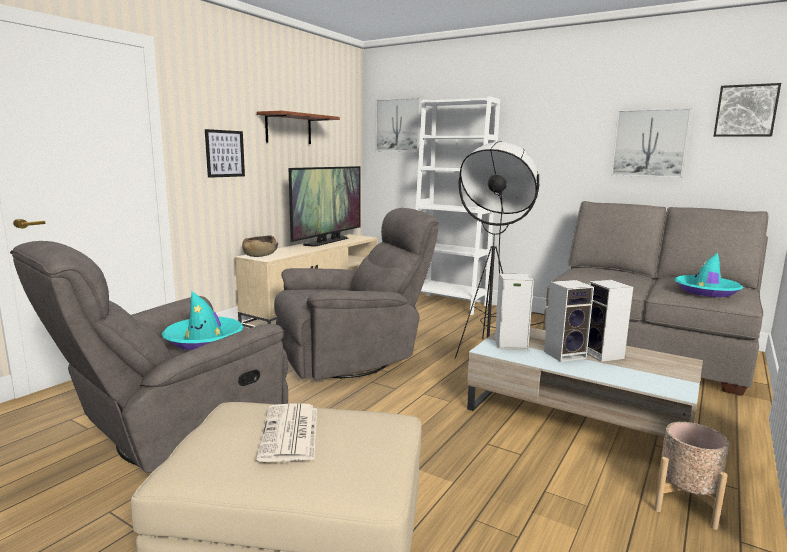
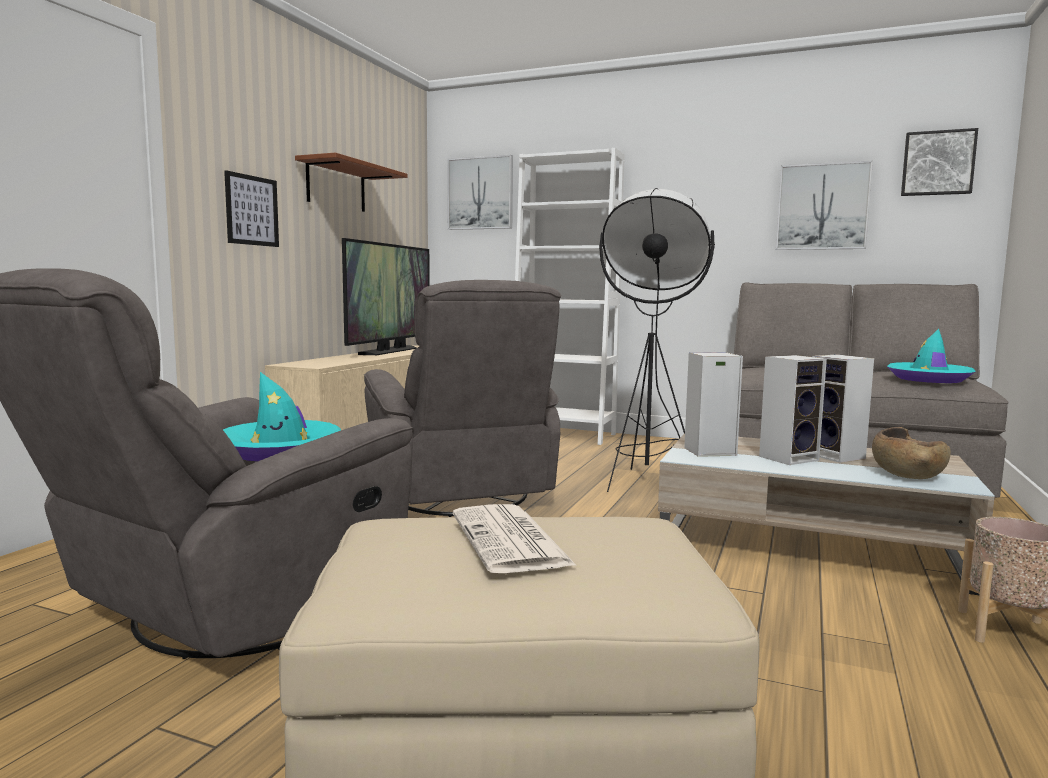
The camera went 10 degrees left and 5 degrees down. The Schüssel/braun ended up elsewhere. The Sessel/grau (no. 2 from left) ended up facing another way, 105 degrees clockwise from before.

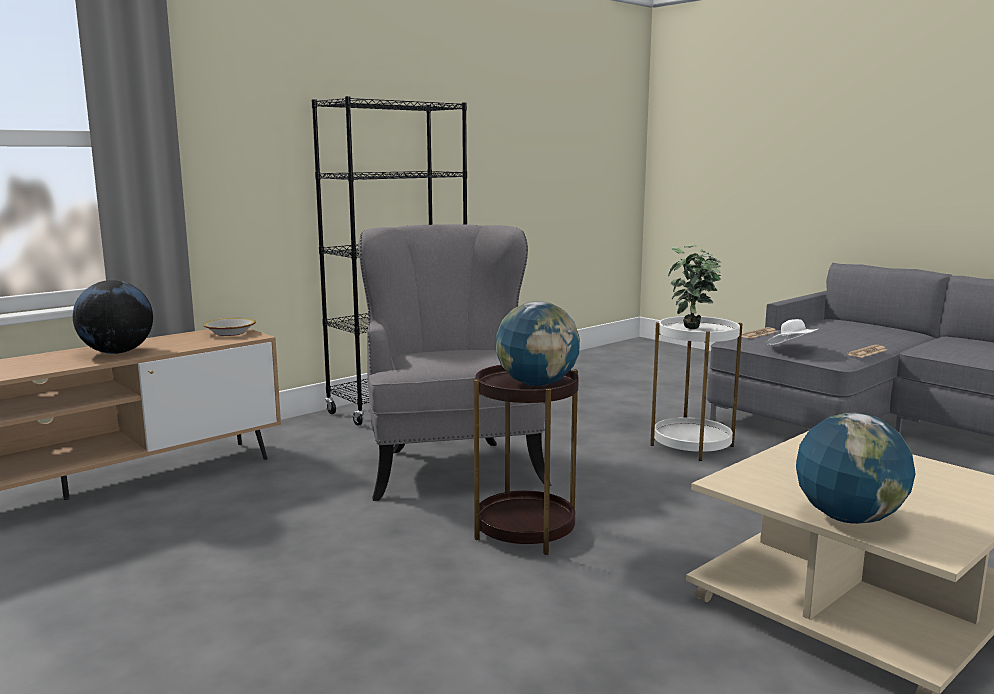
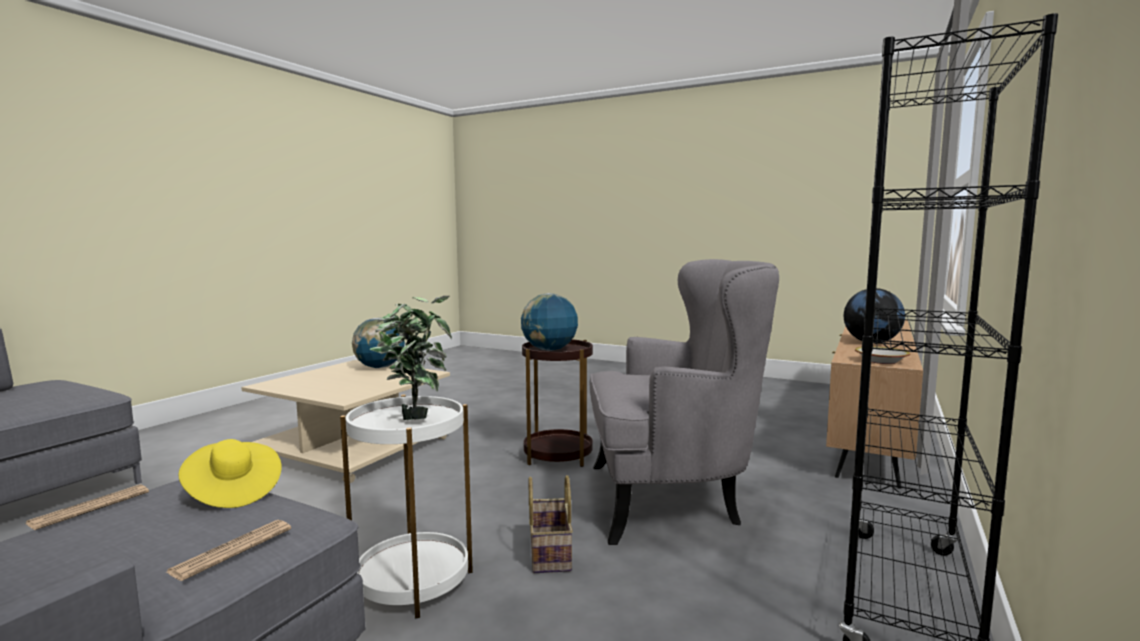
The camera went 160 degrees right and 5 degrees down. The Sessel/grau ended up facing another way, 60 degrees counterclockwise from before. What was the Hut/weiß turned into the Hut/gelb. The second view gained the Korb.

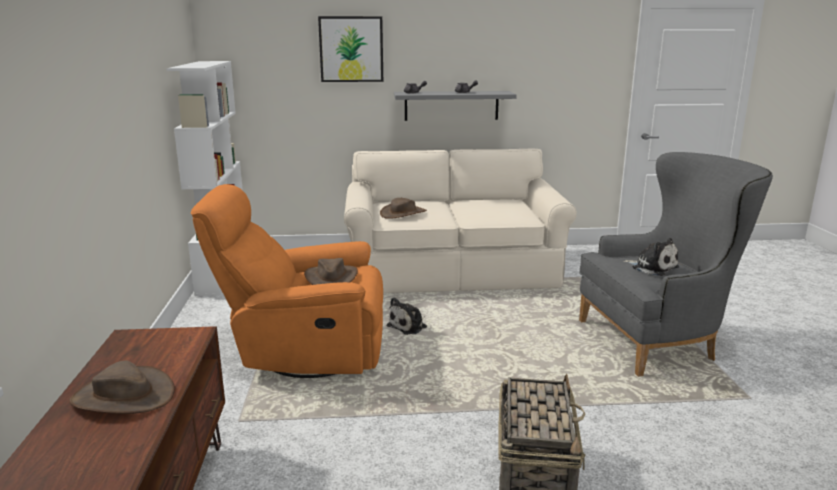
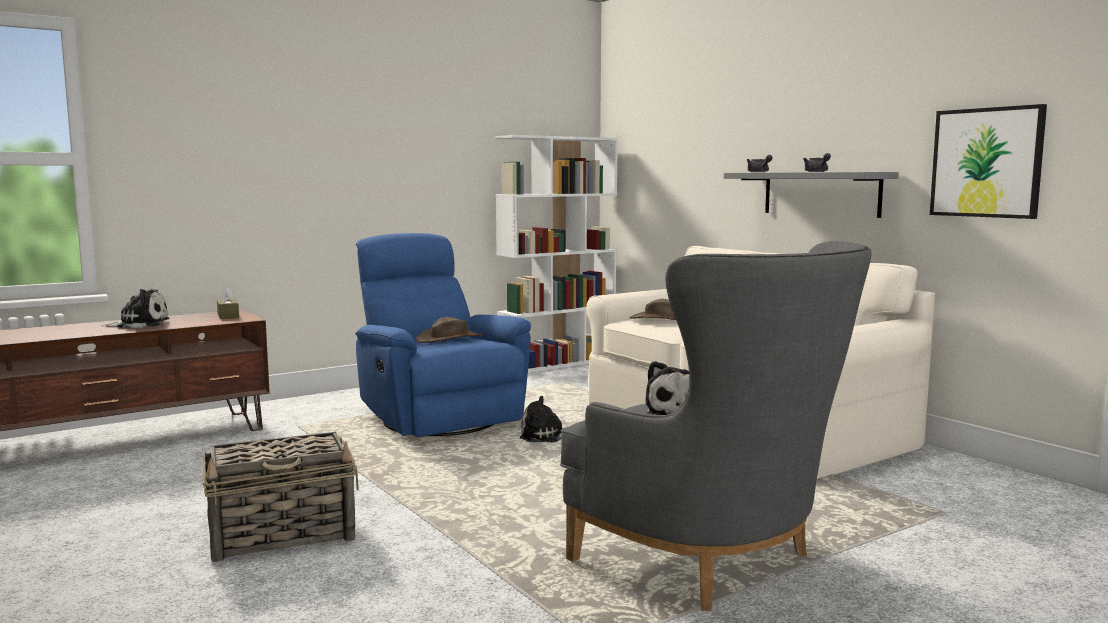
The camera went 60 degrees right and 10 degrees down. Where the Hut/braun (no. 1 from left) stood, the Plüschtier (no. 1 from left) came to stand. What was the Sessel/orange turned into the Sessel/blau. The Bild ended up elsewhere. The second view gained the Taschentuchbox/braun.

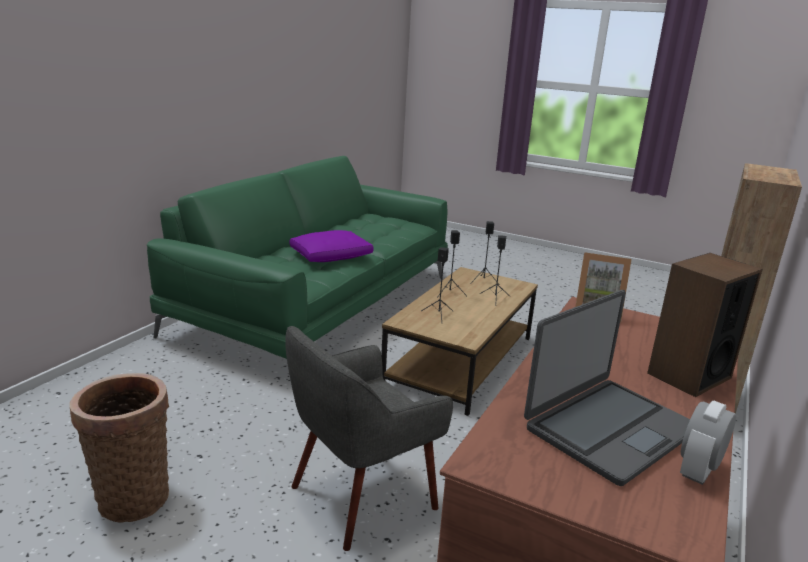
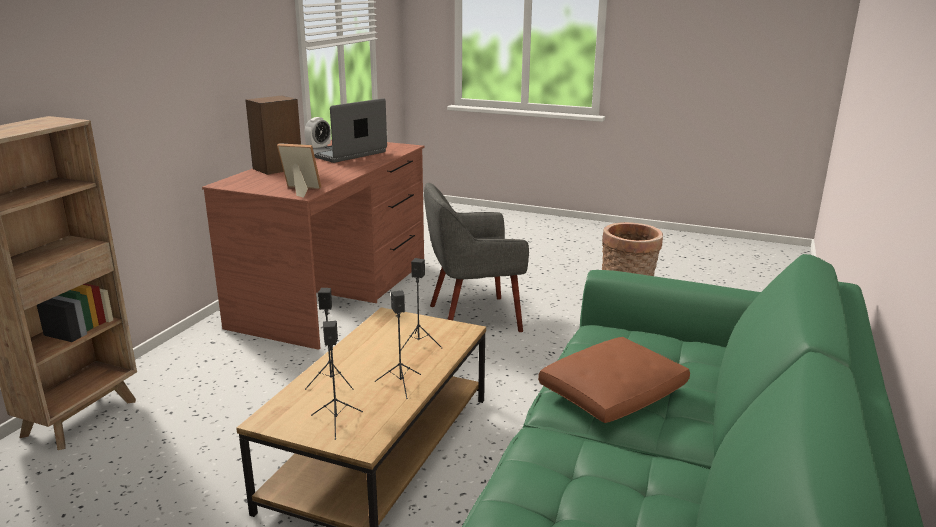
The camera went 175 degrees right and 0 degrees up. The Sessel/grau ended up facing another way, 150 degrees counterclockwise from before. What was the Kissen/lila turned into the Kissen/braun.

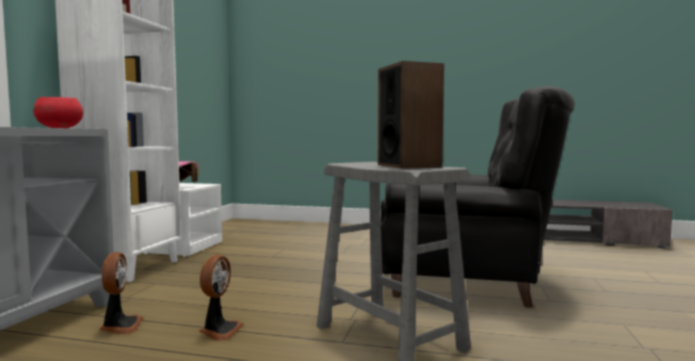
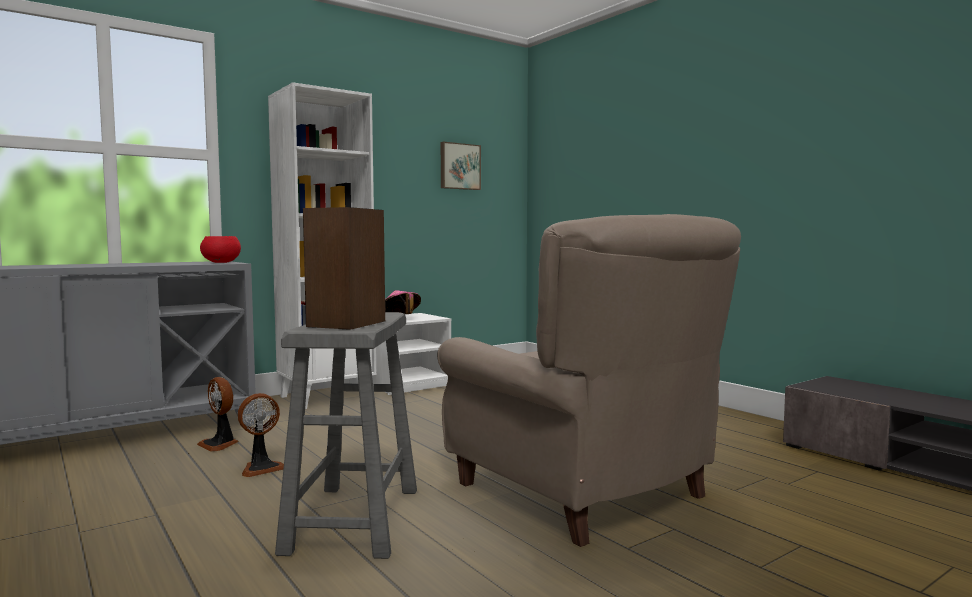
The camera went 40 degrees right and 0 degrees up. The Ventilator (no. 1 from left) ended up facing another way, 105 degrees clockwise from before. What was the Sessel/schwarz turned into the Sessel/beige. The second view gained the Bild.

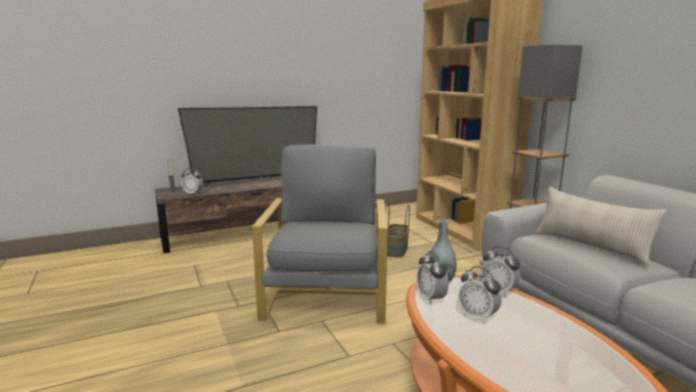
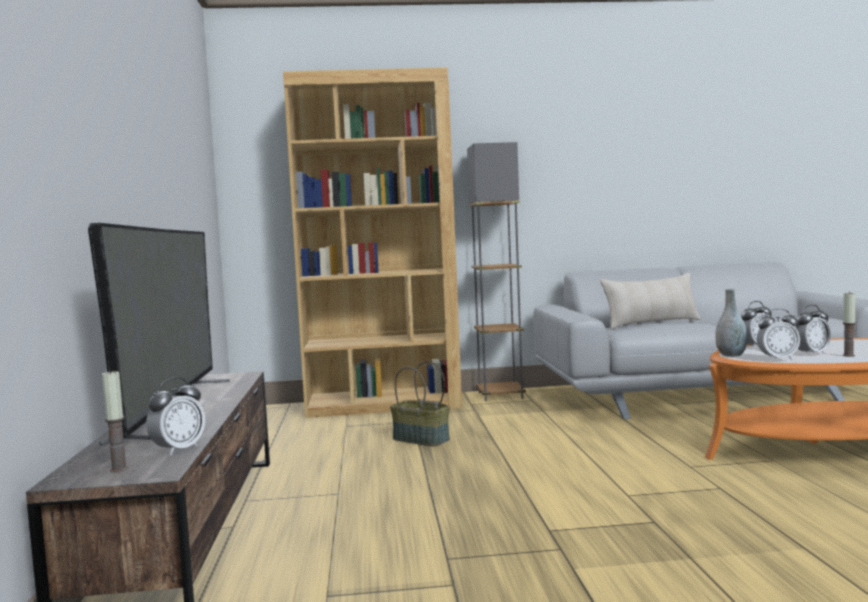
The camera went 70 degrees left and 10 degrees down. The second view lost the Sessel/grau. The second view gained the Kerze (no. 2 from left).

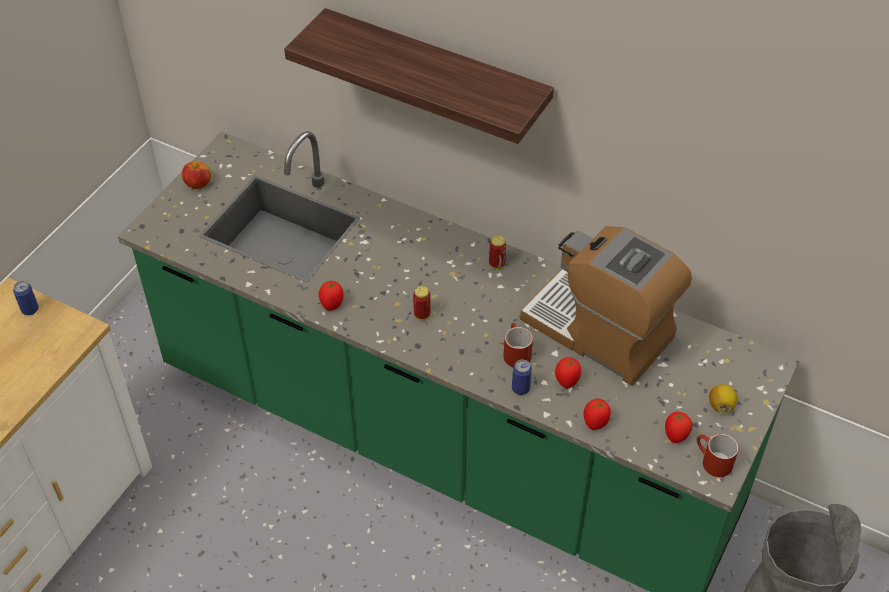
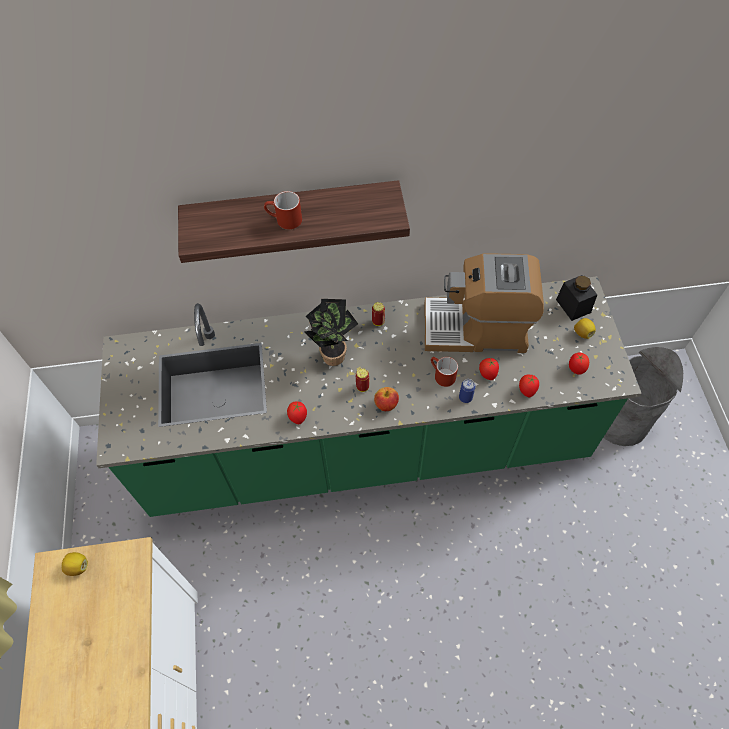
The camera went 35 degrees left and 10 degrees up. Where the Dose (no. 1 from left) stood, the Zitrone (no. 1 from left) came to stand. The Apfel ended up elsewhere. The Henkelbecher/rot (no. 2 from left in the first image) ended up elsewhere. The second view gained the Topfpflanze. The second view gained the Vorratsglas/schwarz.

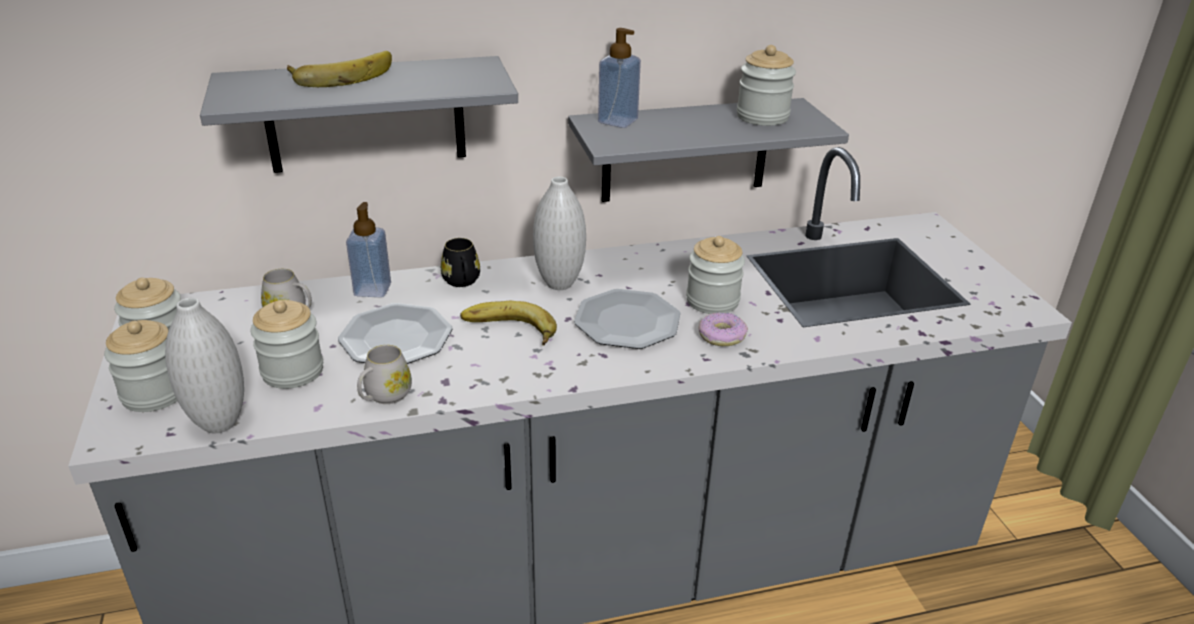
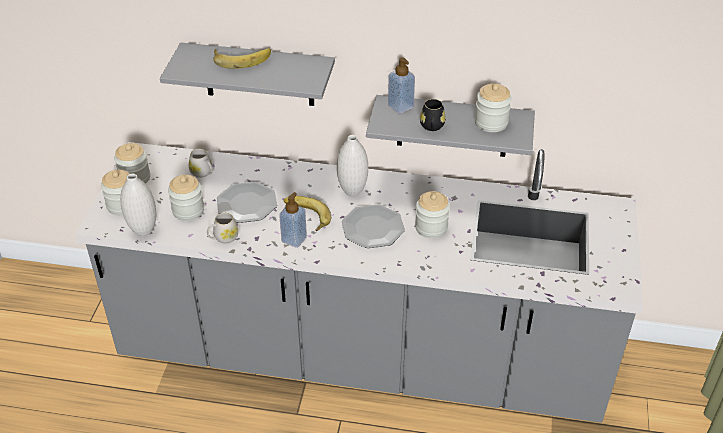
The camera went 25 degrees right and 10 degrees up. The Seifenspender (no. 1 from left) ended up elsewhere. The Henkelbecher/schwarz ended up elsewhere. The second view lost the Donut.

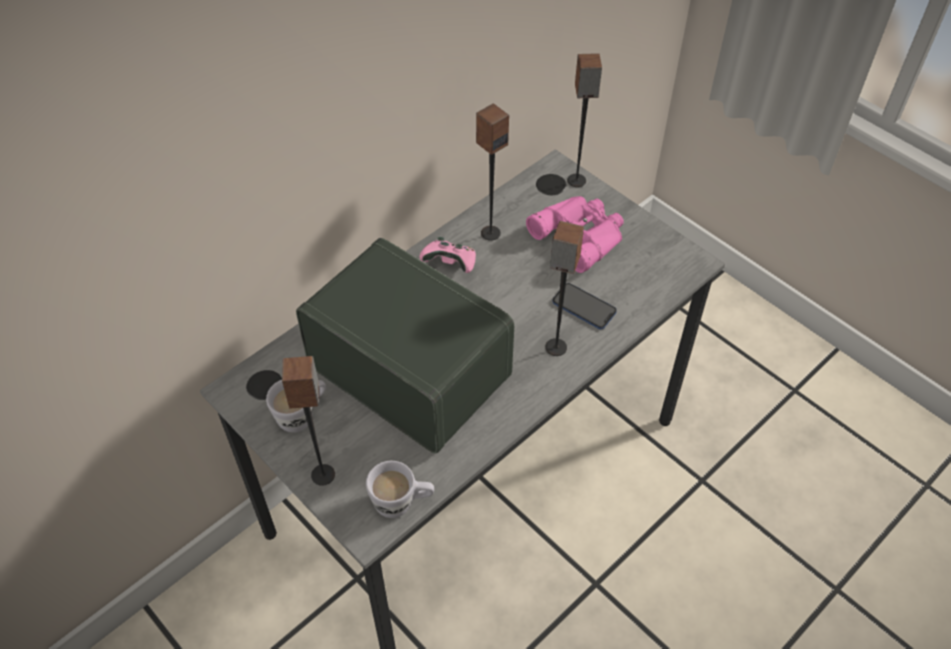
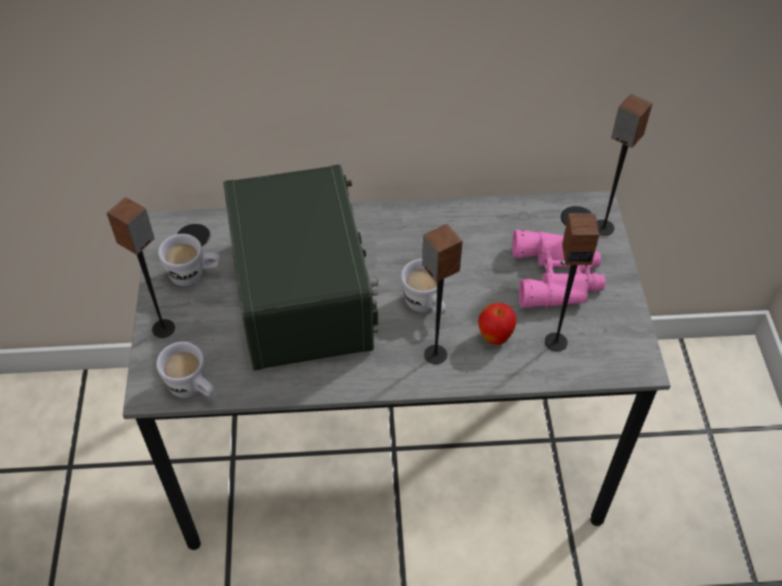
The camera went 40 degrees right and 0 degrees up. The second view lost the Gamepad/rosa. The Lautsprecher (no. 2 from left in the first image) ended up elsewhere. Where the Handy stood, the Apfel came to stand. The second view gained the Henkelbecher/weiß (no. 3 from left).

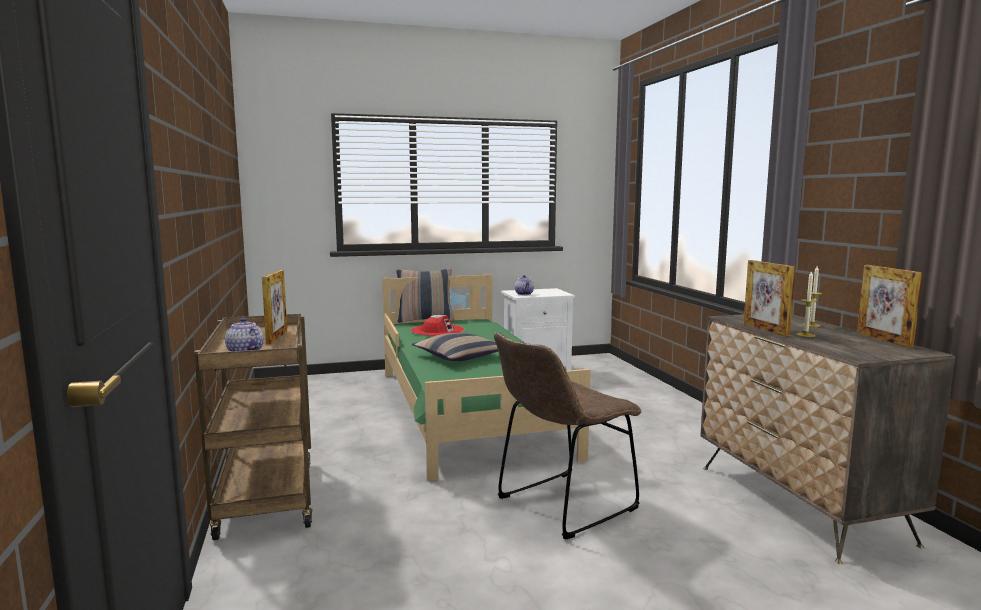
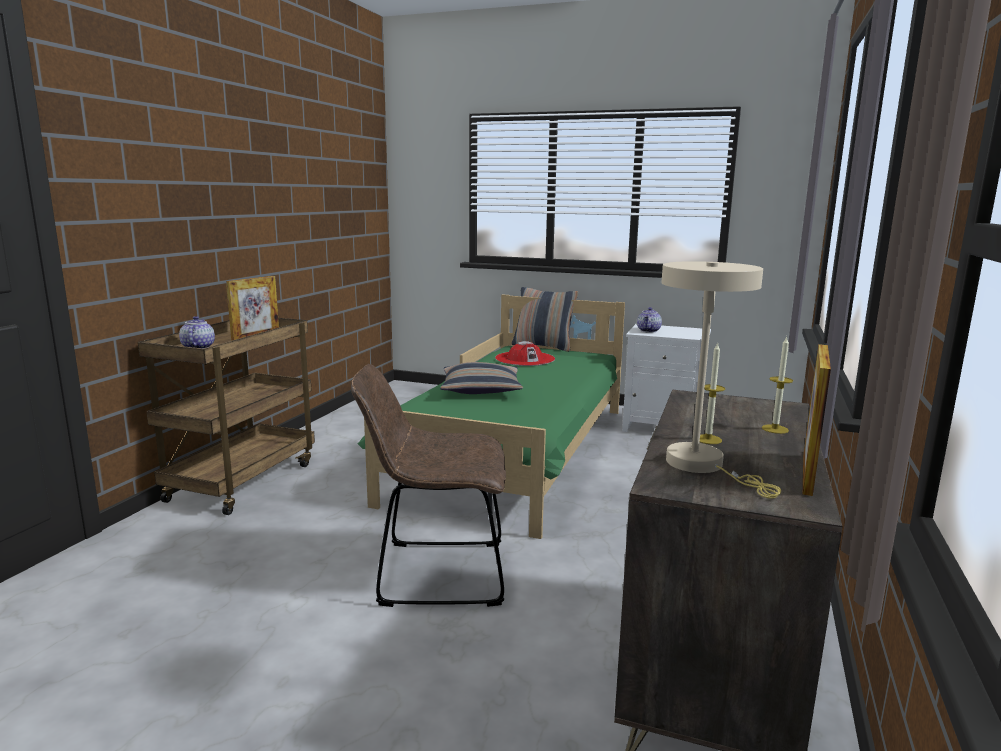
The camera went 35 degrees right and 5 degrees up. The second view lost the Bilderrahmen (no. 2 from left). The second view gained the Tischlampe/beige.

